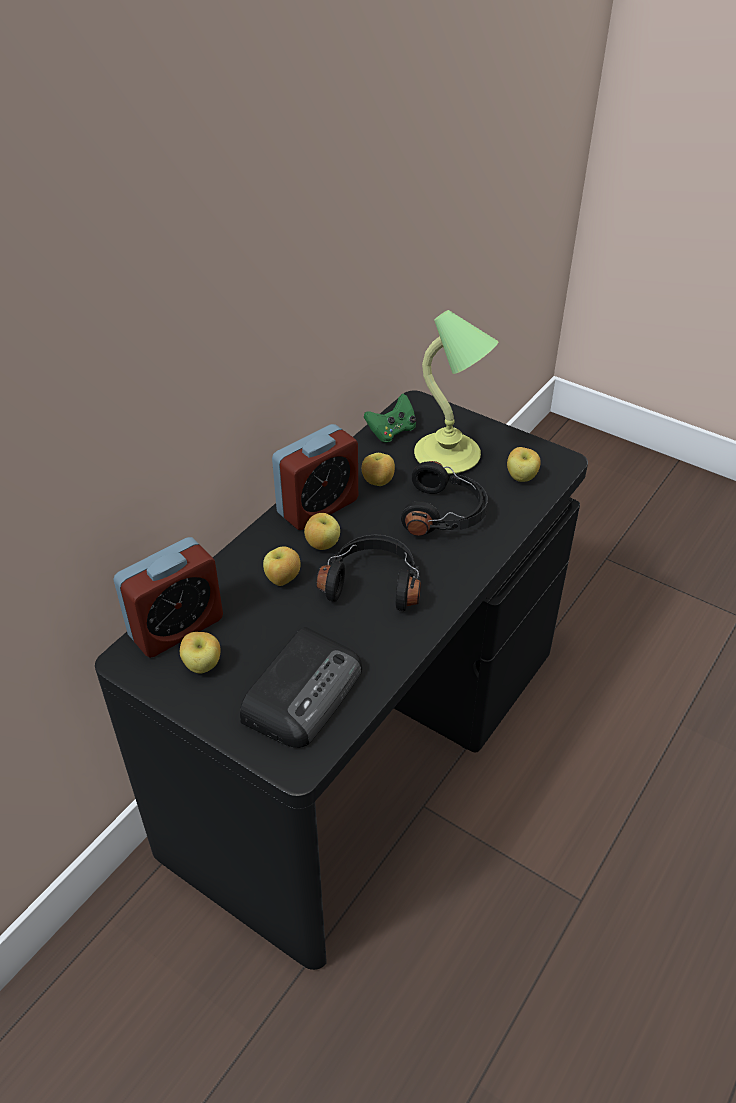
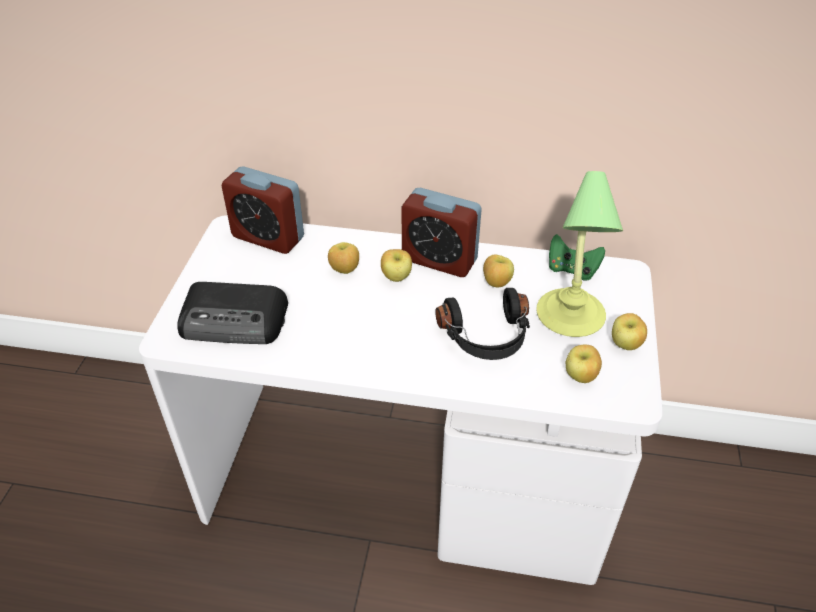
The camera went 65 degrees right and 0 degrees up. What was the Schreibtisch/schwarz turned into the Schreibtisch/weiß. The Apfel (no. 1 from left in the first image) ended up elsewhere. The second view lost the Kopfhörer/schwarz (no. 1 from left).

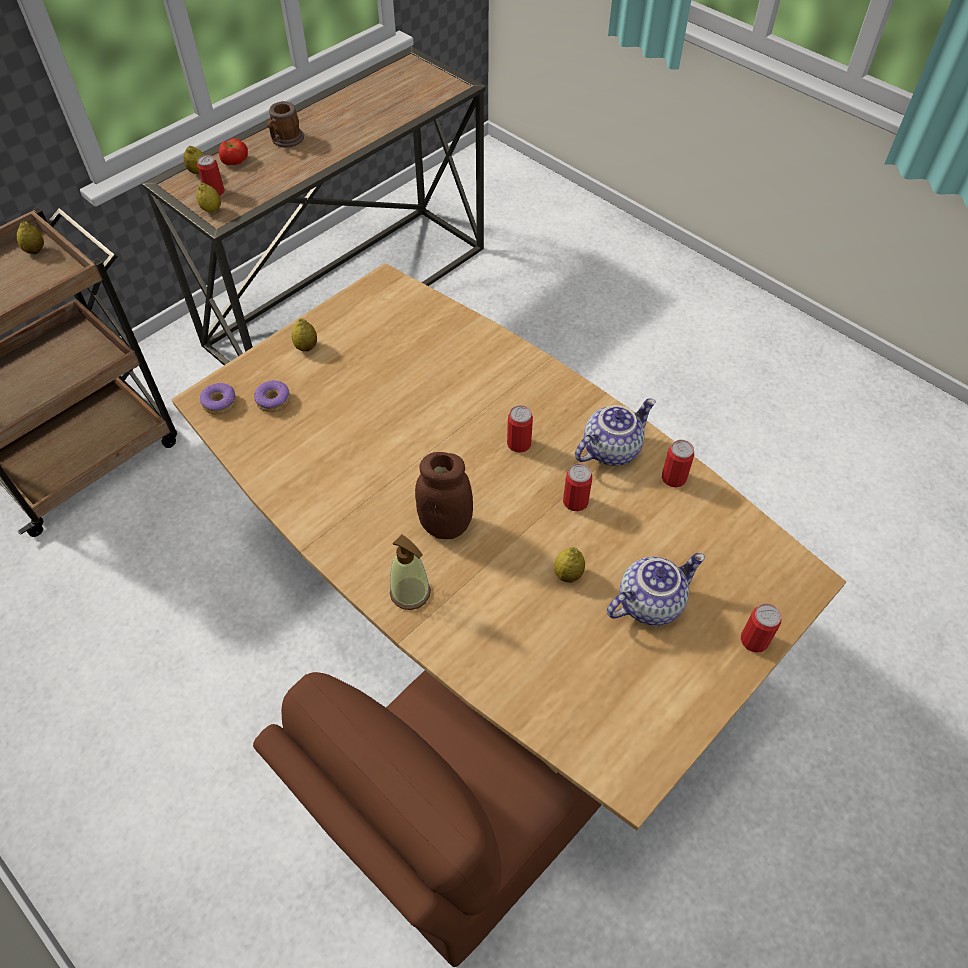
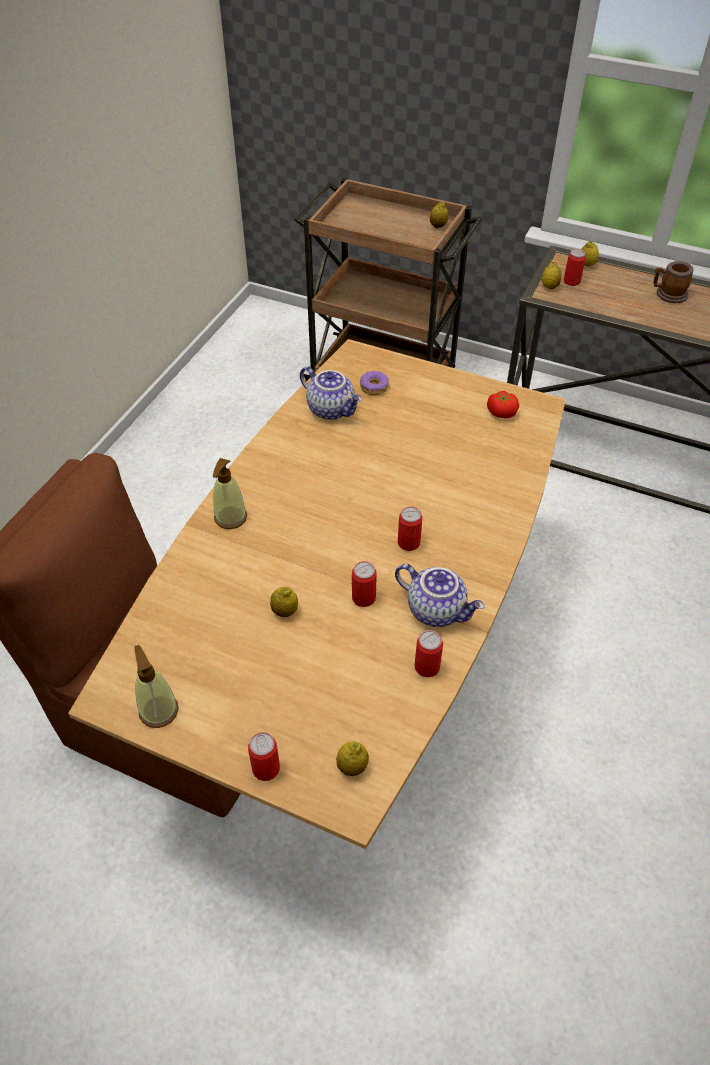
The camera went 70 degrees right and 5 degrees down. The second view lost the Donut (no. 1 from left). The Tomate ended up elsewhere. The Zitrone (no. 4 from left in the first image) ended up elsewhere. The second view lost the Vorratsglas/braun. The Teekanne (no. 2 from left in the first image) ended up elsewhere. The second view gained the Seifenspender (no. 1 from left).

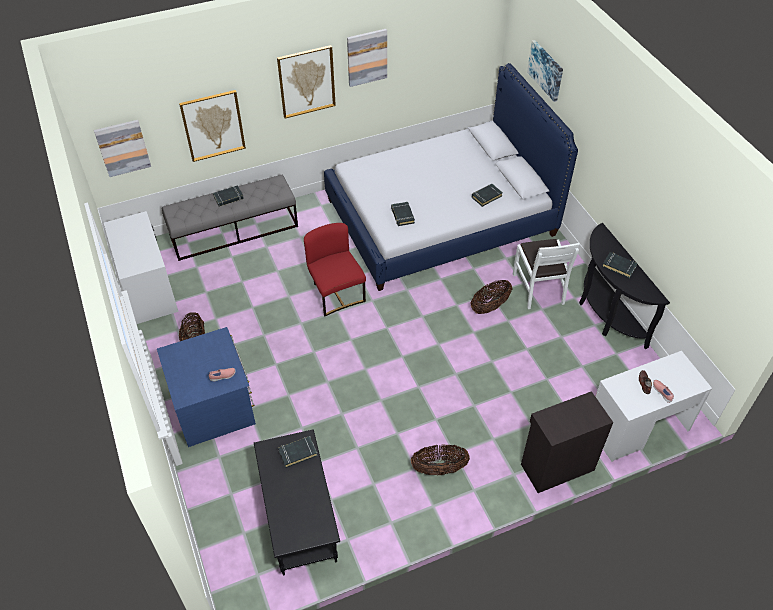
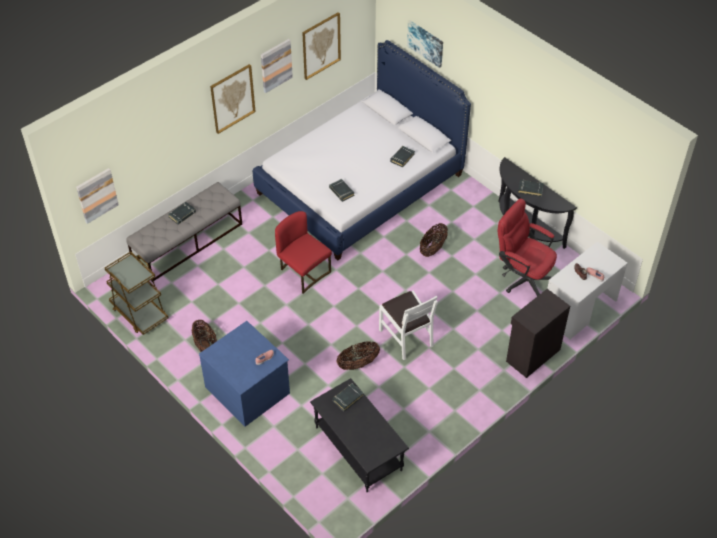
The camera went 20 degrees left and 0 degrees up. Where the Schreibtisch/weiß (no. 1 from left) stood, the Rollwagen/braun came to stand. The Bild (no. 2 from left in the first image) ended up elsewhere. The Korb (no. 2 from left) ended up elsewhere. The Stuhl/weiß ended up elsewhere. The second view gained the Bürostuhl/rot.

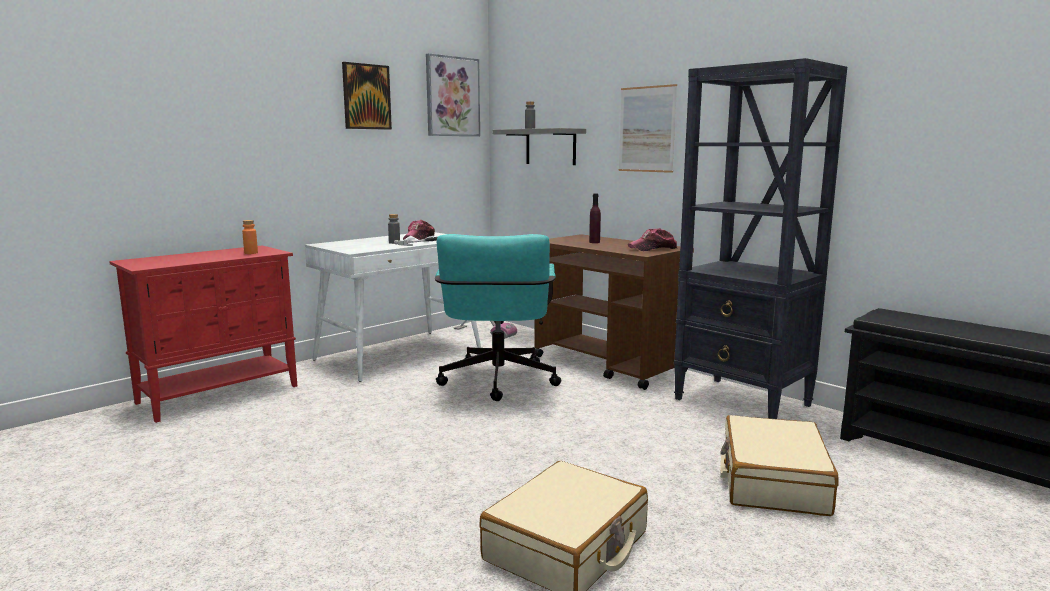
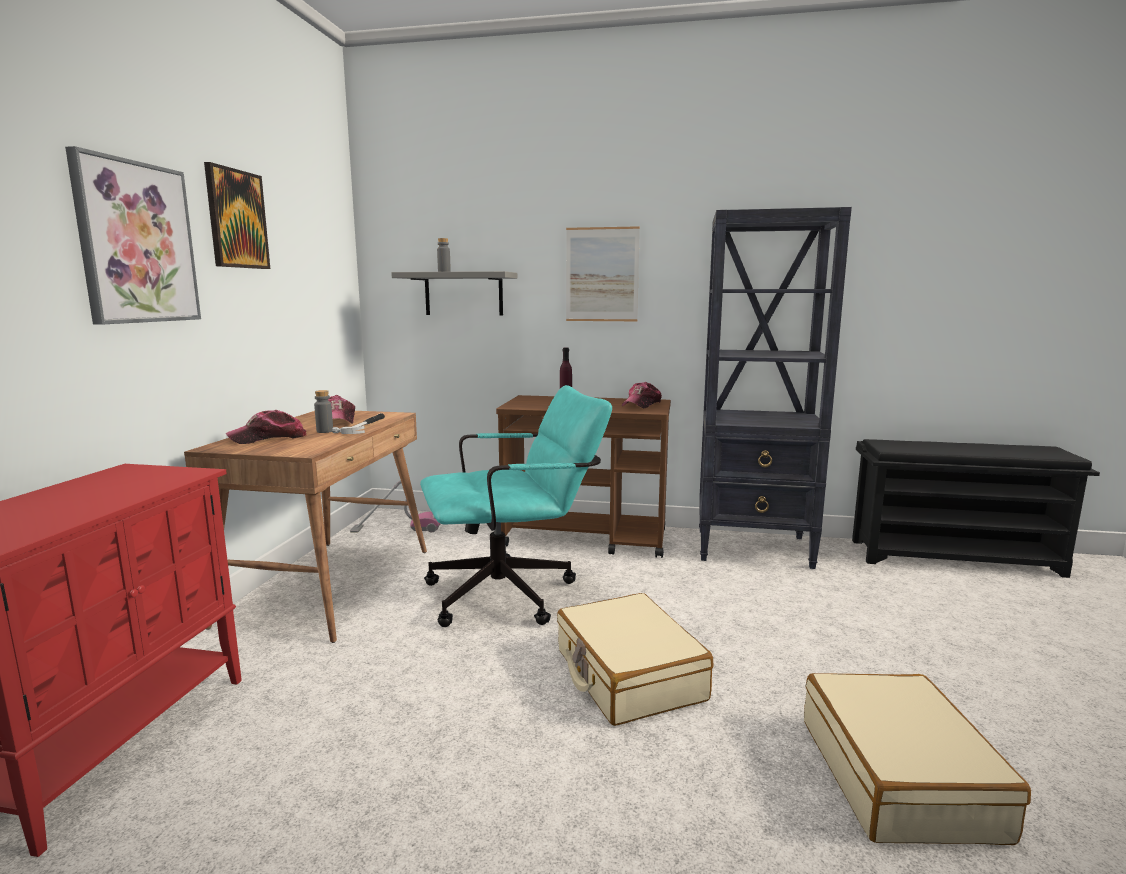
The camera went 35 degrees left and 0 degrees up. The second view lost the Flasche/orange. What was the Schreibtisch/weiß turned into the Schreibtisch/braun. The Bild (no. 2 from left in the first image) ended up elsewhere. The Bürostuhl/türkis ended up facing another way, 75 degrees counterclockwise from before. The Koffer/beige (no. 2 from left in the first image) ended up elsewhere. The second view gained the Kappe (no. 1 from left).

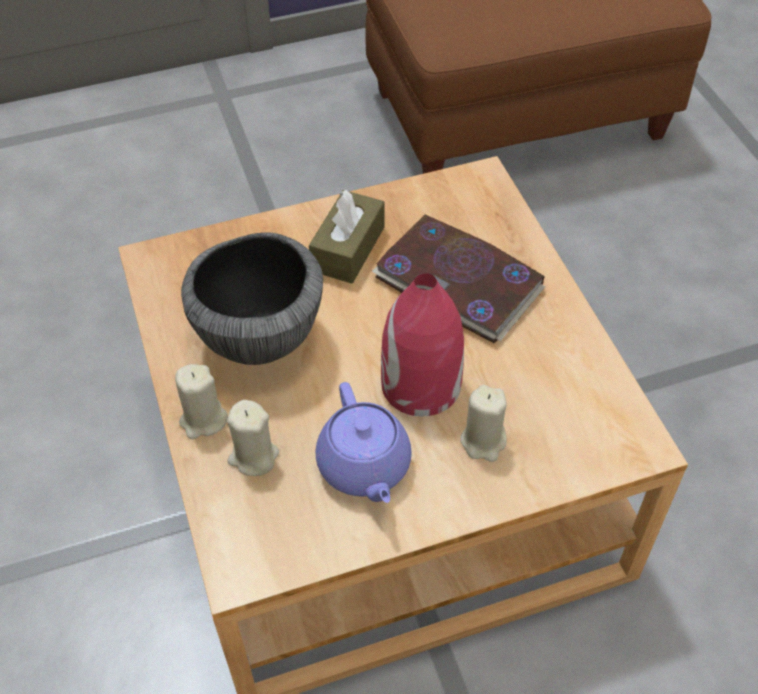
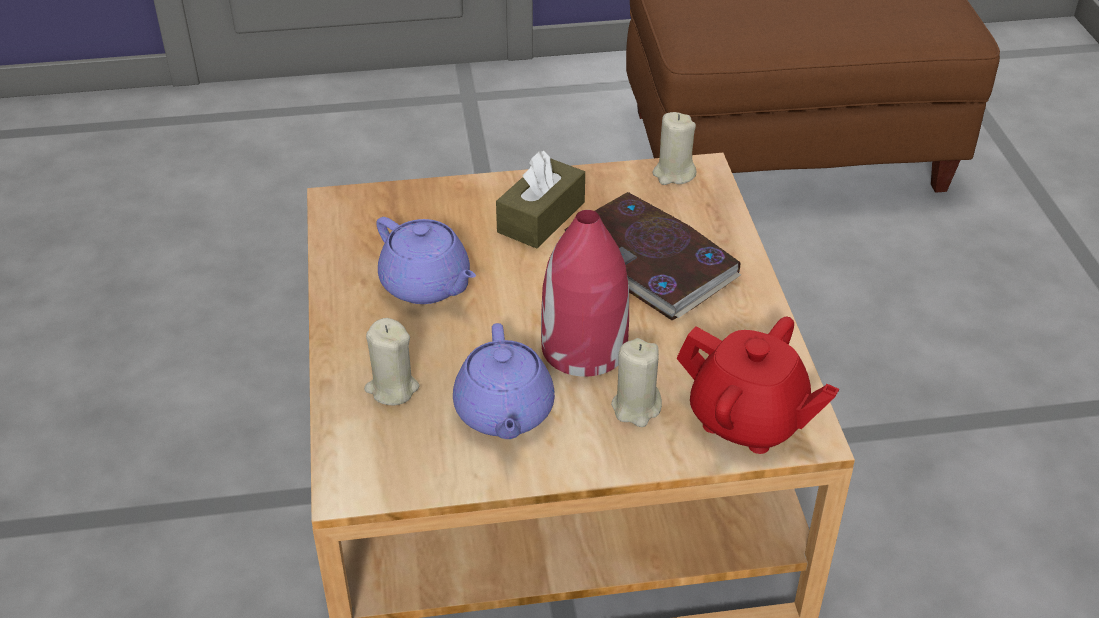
The camera went 10 degrees right and 10 degrees down. The Kerze/beige (no. 1 from left in the first image) ended up elsewhere. Where the Schüssel stood, the Teekanne/lila (no. 1 from left) came to stand. The second view gained the Teekanne/rot.

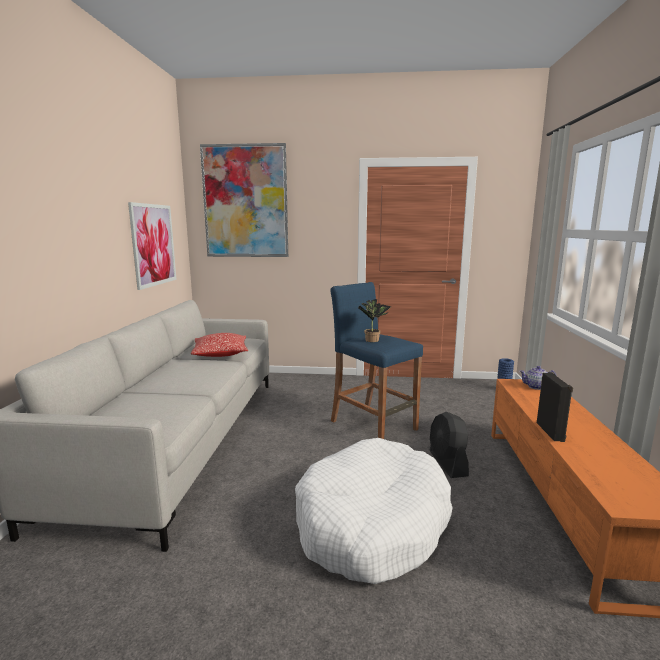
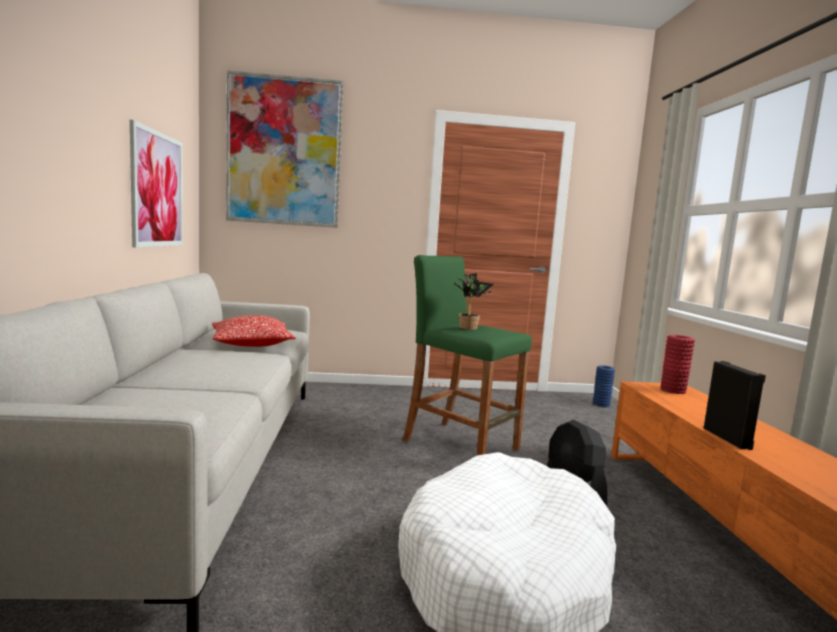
The camera went 10 degrees left and 5 degrees down. What was the Hocker/blau turned into the Hocker/grün. Where the Teekanne stood, the Vase/rot came to stand.

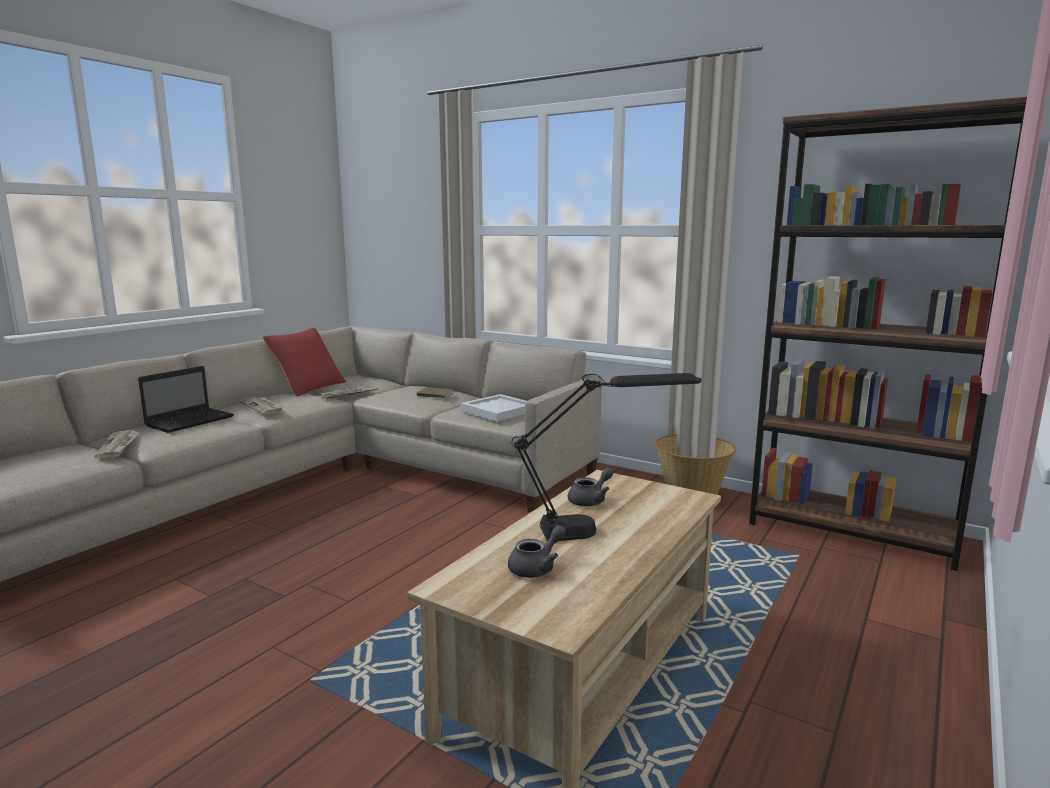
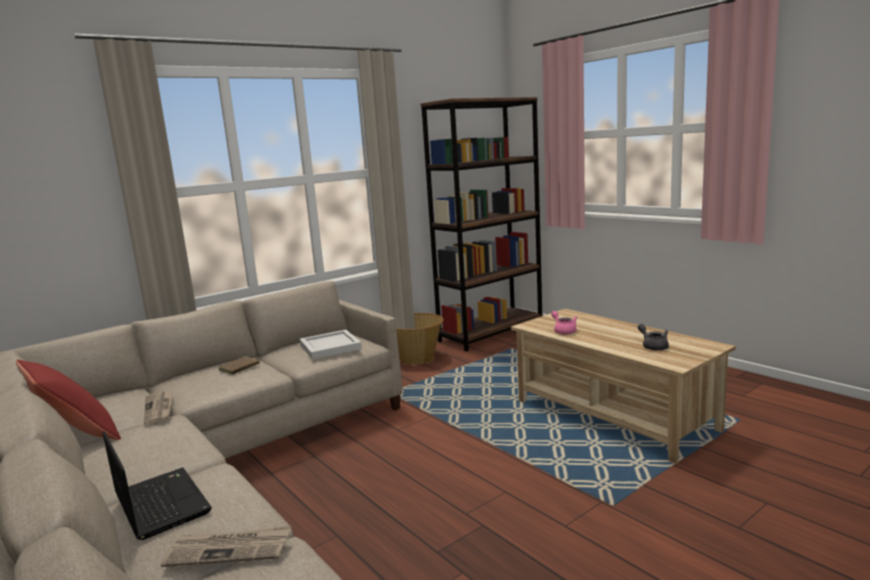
The camera went 70 degrees left and 0 degrees up. The second view lost the Zeitung (no. 2 from left). The second view lost the Tischlampe/schwarz. What was the Teekanne/grau (no. 2 from left) turned into the Teekanne/rosa.

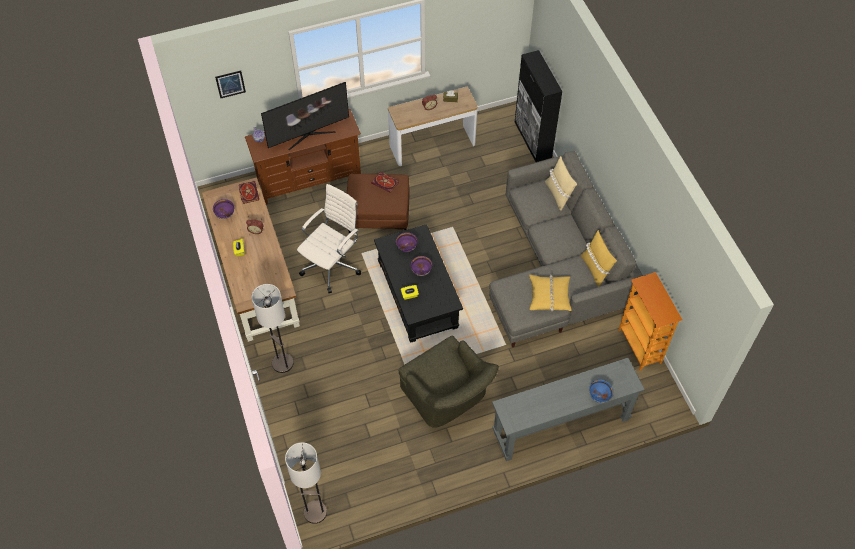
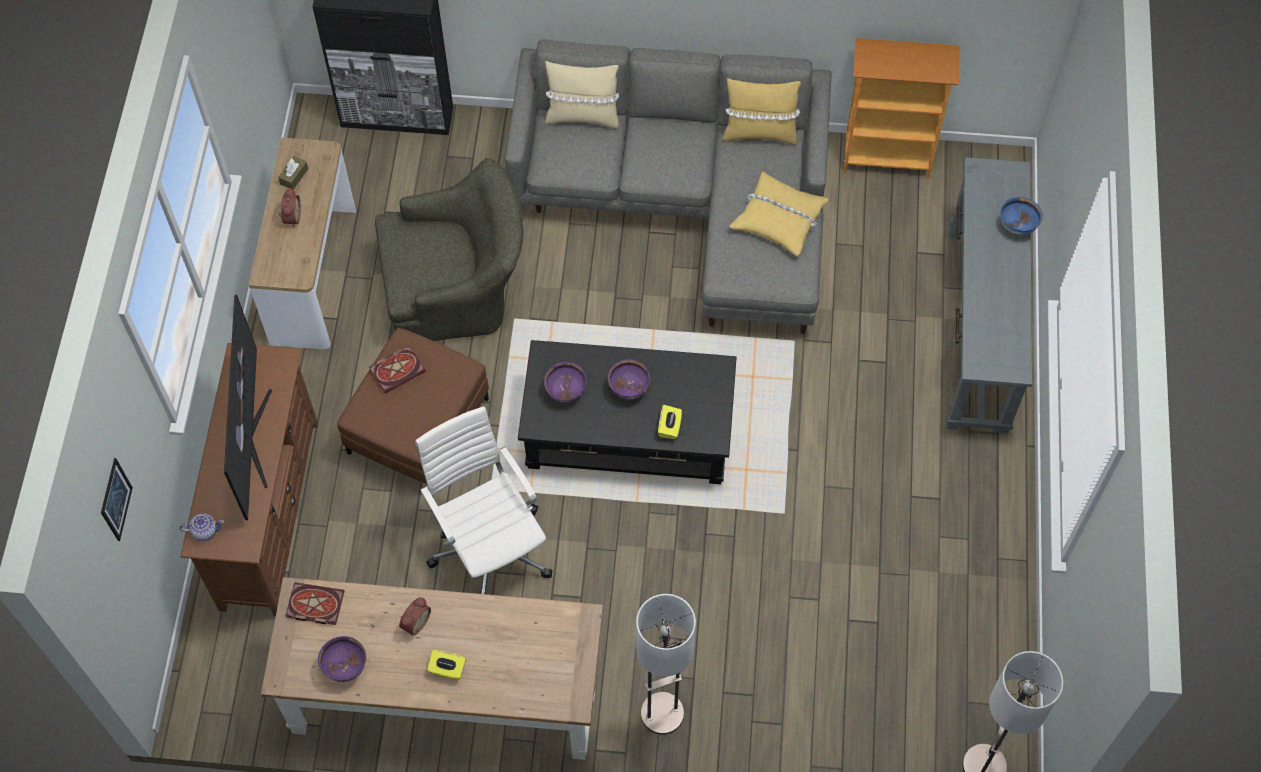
The camera went 65 degrees left and 5 degrees up. The Sessel/grün ended up elsewhere.

